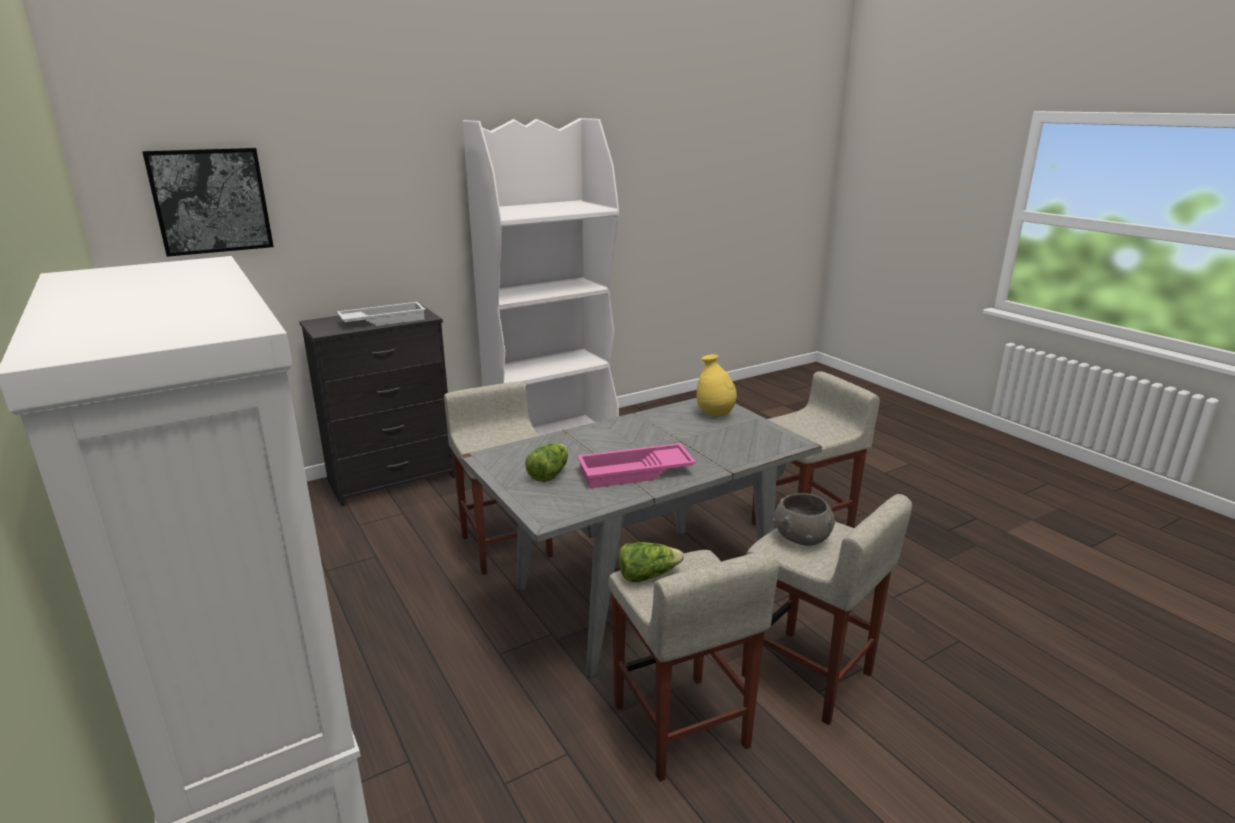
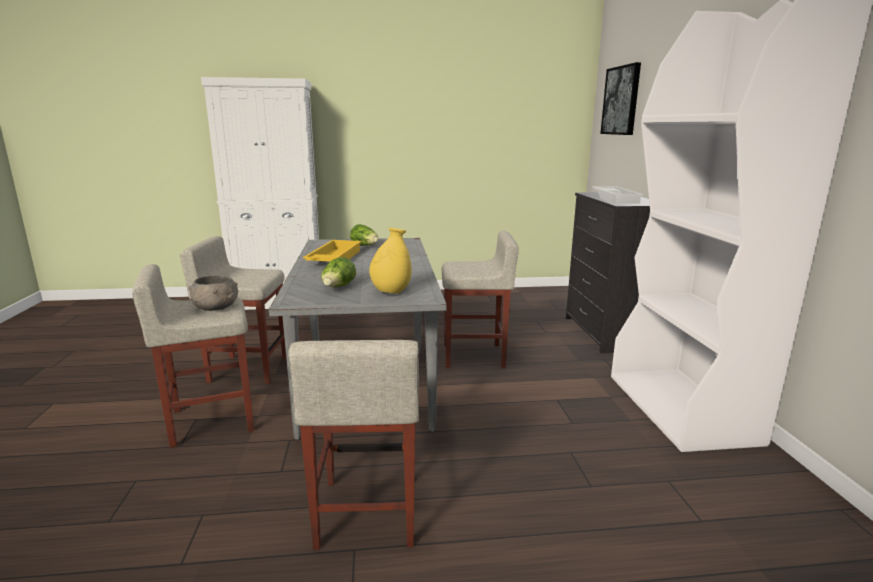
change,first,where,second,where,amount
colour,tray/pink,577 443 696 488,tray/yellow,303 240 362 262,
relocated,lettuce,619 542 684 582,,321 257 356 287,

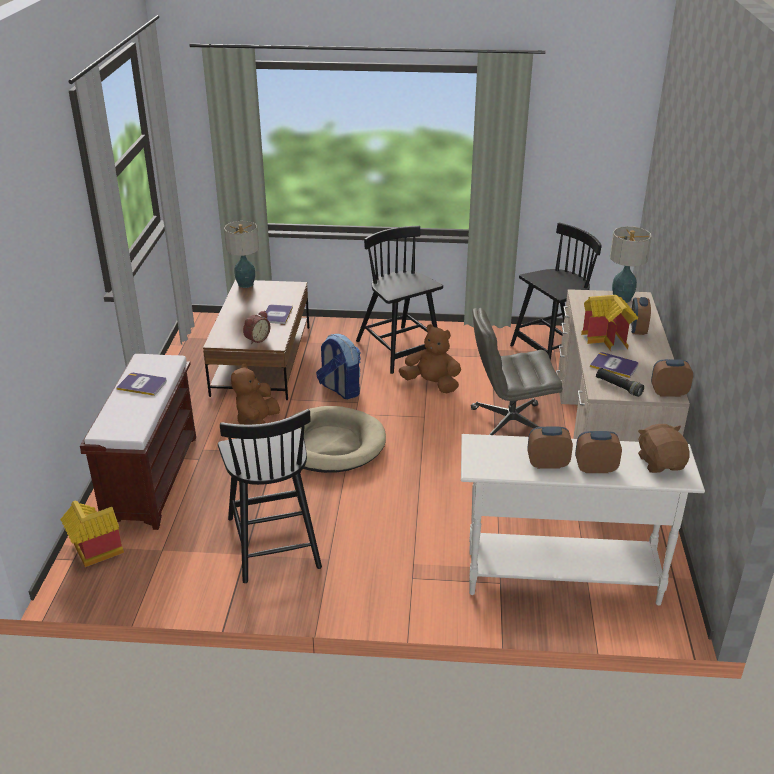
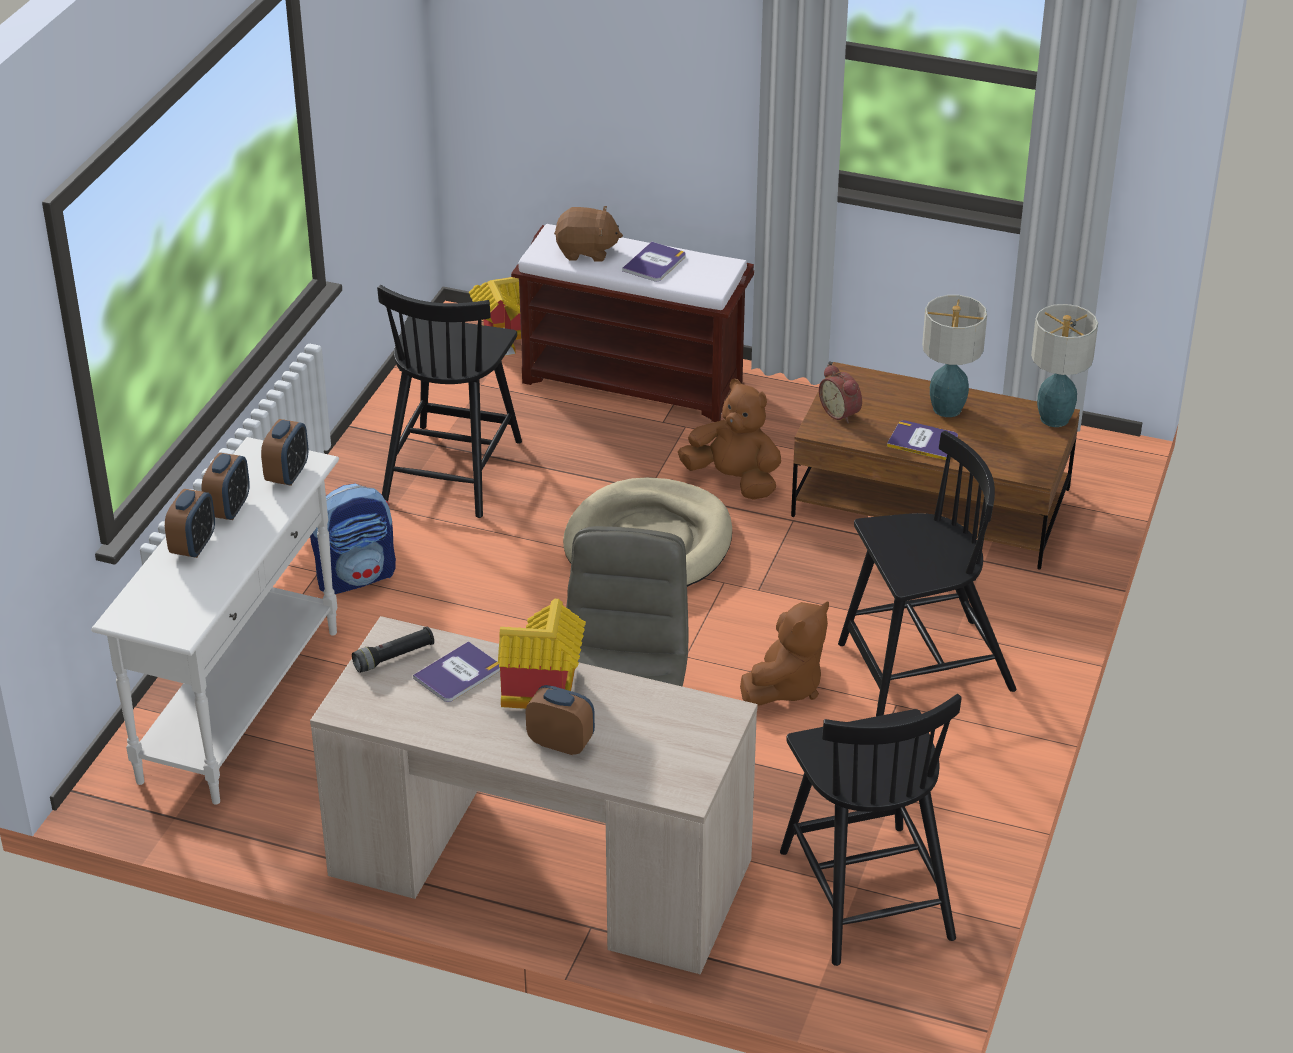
change,first,where,second,where,amount
relocated,table lamp,610 226 652 303,,922 295 987 417,
relocated,backpack,316 334 361 399,,310 484 396 594,
relocated,alarm clock,651 359 693 397,,261 419 308 486,
spun,chair/black,218 409 322 583,,377 285 522 518,75 degrees counterclockwise
relocated,plush toy/brown,638 424 690 473,,554 206 623 262,

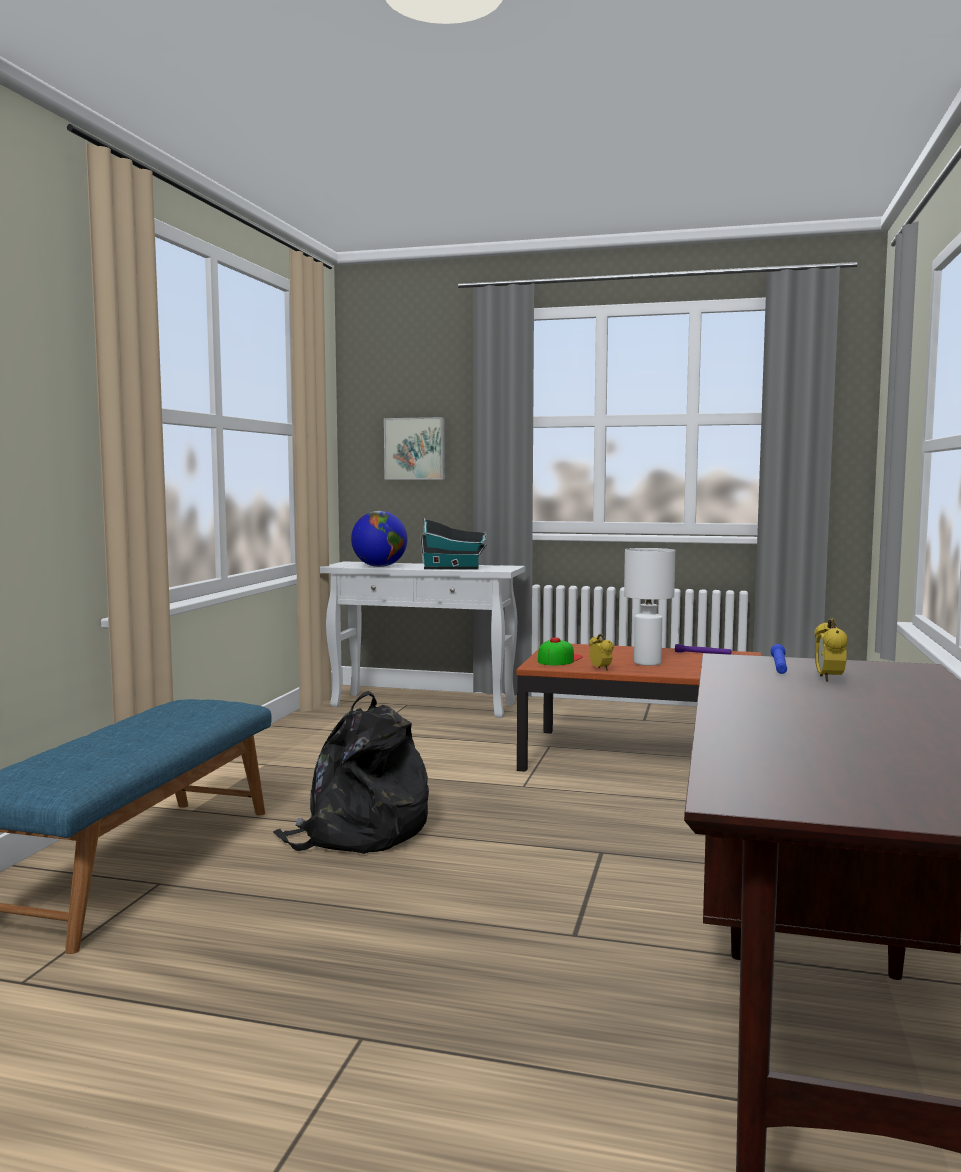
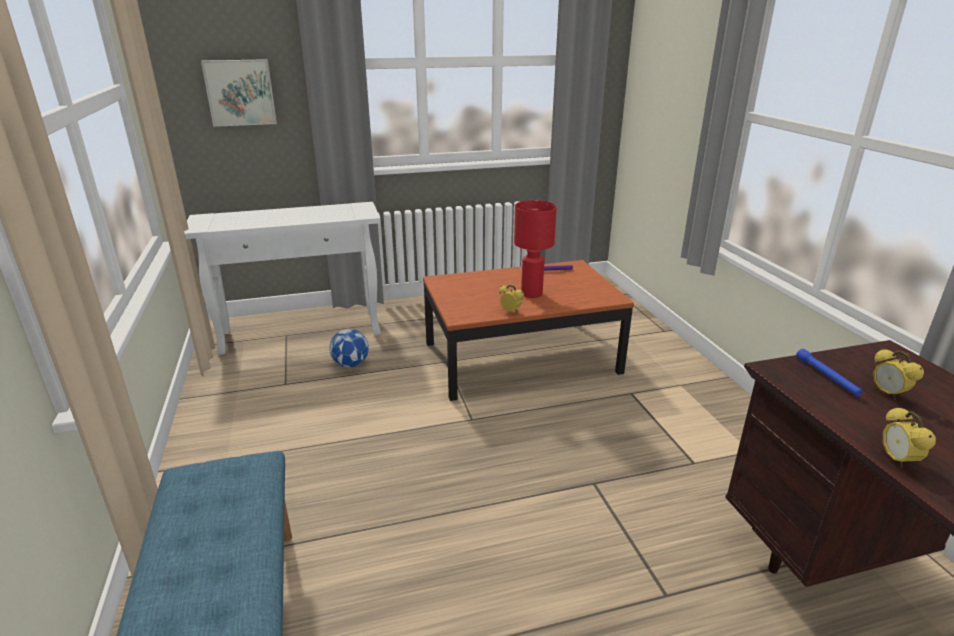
change,first,where,second,where,amount
missing,globe,351 511 408 567,,,
missing,toy house,420 518 487 570,,,
colour,table lamp/white,624 548 675 666,table lamp/red,514 200 557 298,
missing,cap,538 637 583 665,,,
missing,backpack/black,273 691 429 854,,,
appeared,,,football,329 329 369 367,
appeared,,,alarm clock,883 407 936 469,

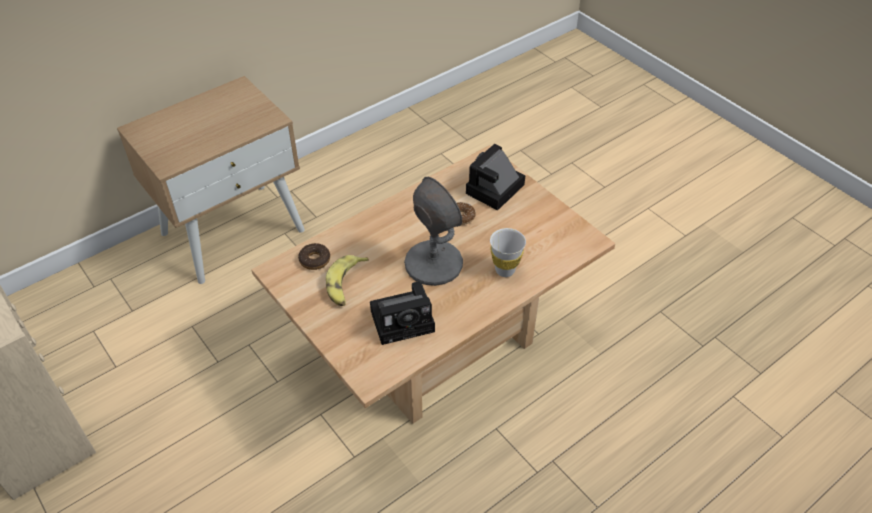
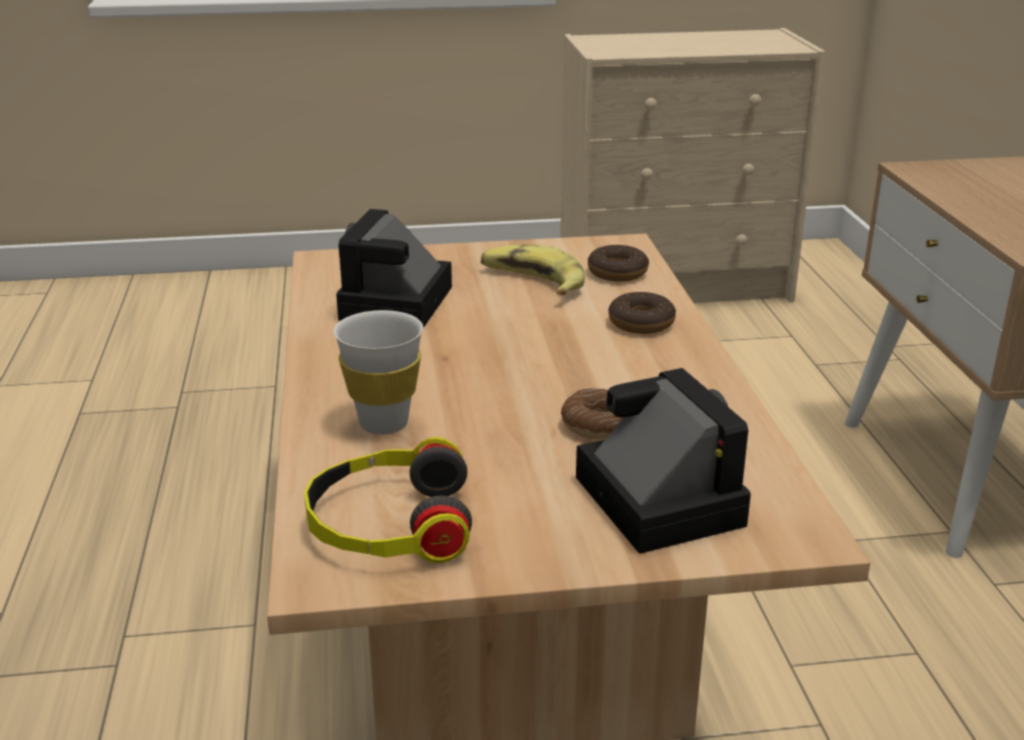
change,first,where,second,where,amount
missing,table lamp/grey,404 177 463 286,,,
appeared,,,donut,608 292 676 334,
appeared,,,headphones,304 437 472 563,

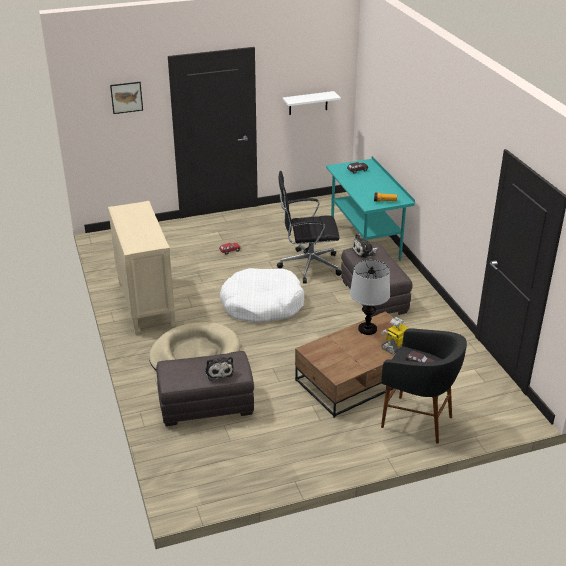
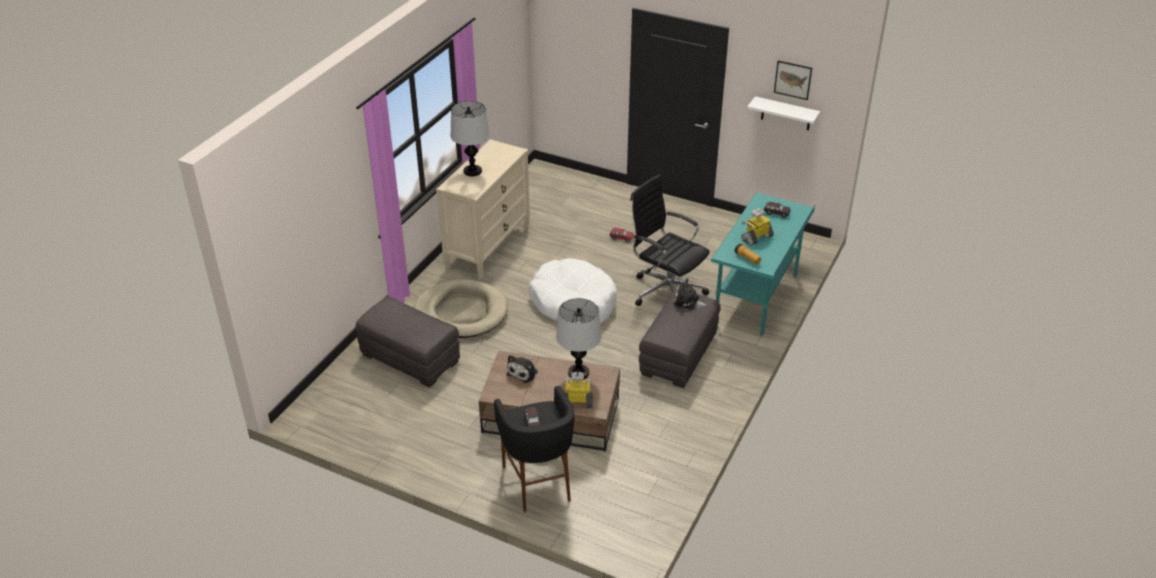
change,first,where,second,where,amount
relocated,picture,110 82 143 114,,774 60 812 100,
relocated,plush toy,205 357 234 381,,507 355 538 383,
appeared,,,table lamp,450 101 490 176,
appeared,,,toy robot,741 208 774 246,

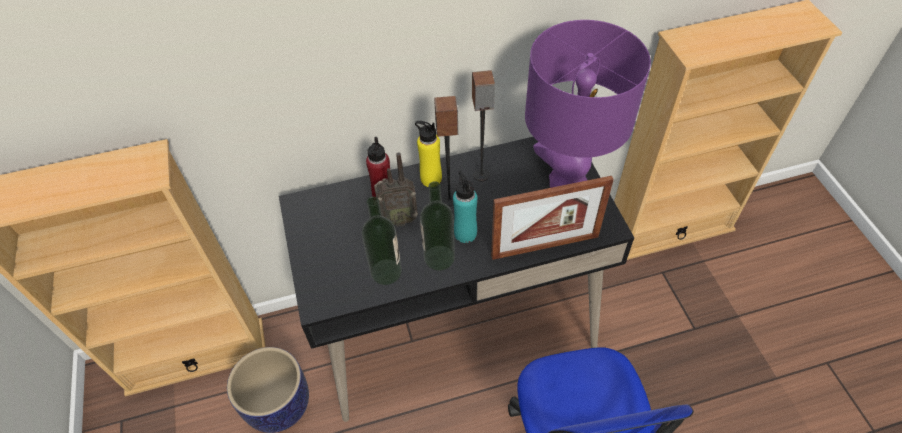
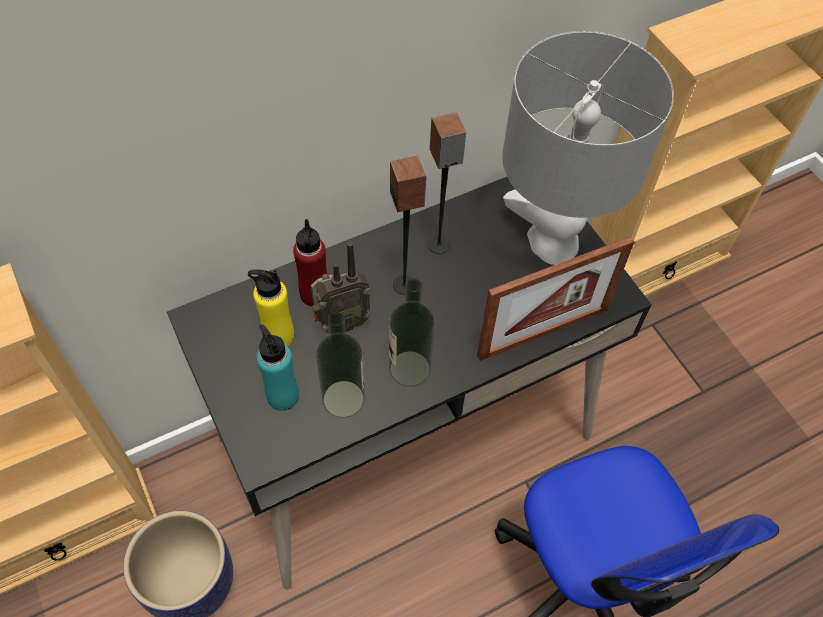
change,first,where,second,where,amount
colour,table lamp/purple,525 20 651 188,table lamp/grey,502 31 674 265,
relocated,bottle/yellow,415 121 442 187,,248 270 294 346,
relocated,bottle/turquoise,453 171 477 243,,257 324 299 411,

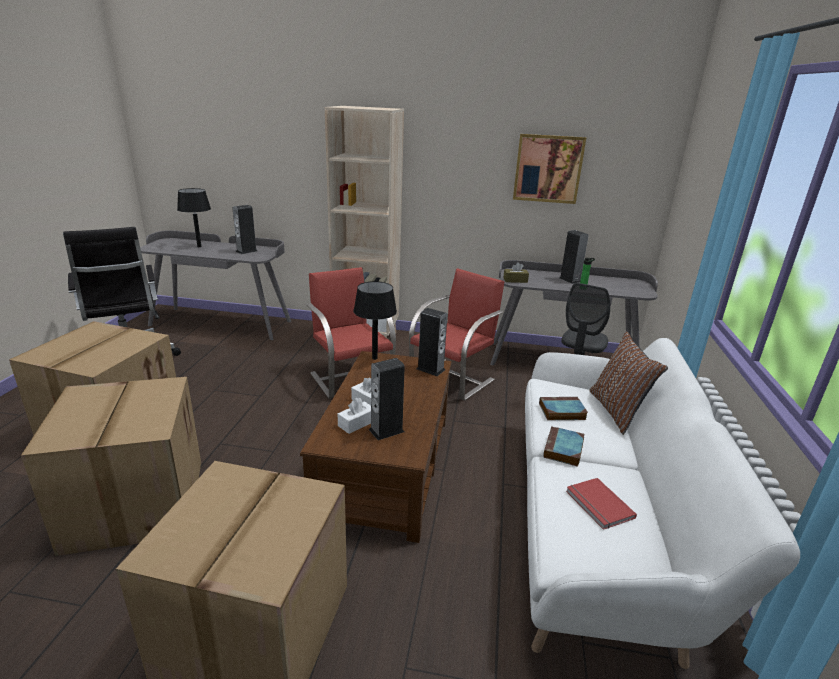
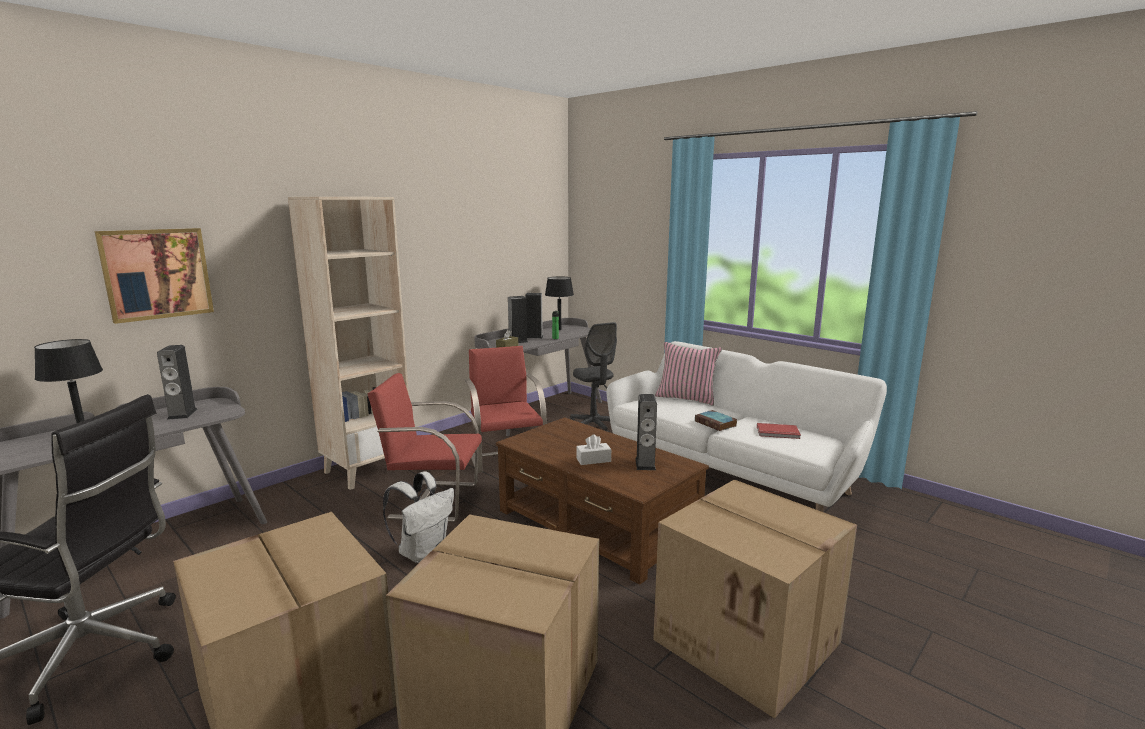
change,first,where,second,where,amount
relocated,picture,513 134 586 204,,95 228 214 324,
relocated,table lamp/black,353 281 397 360,,545 276 574 330,
relocated,speaker,417 308 447 376,,508 296 528 343,
colour,pillow/brown,589 331 668 435,pillow/pink,655 342 722 406,
missing,tissue box/white,338 397 371 434,,,
missing,book,539 397 588 420,,,
appeared,,,backpack/white,383 471 454 563,

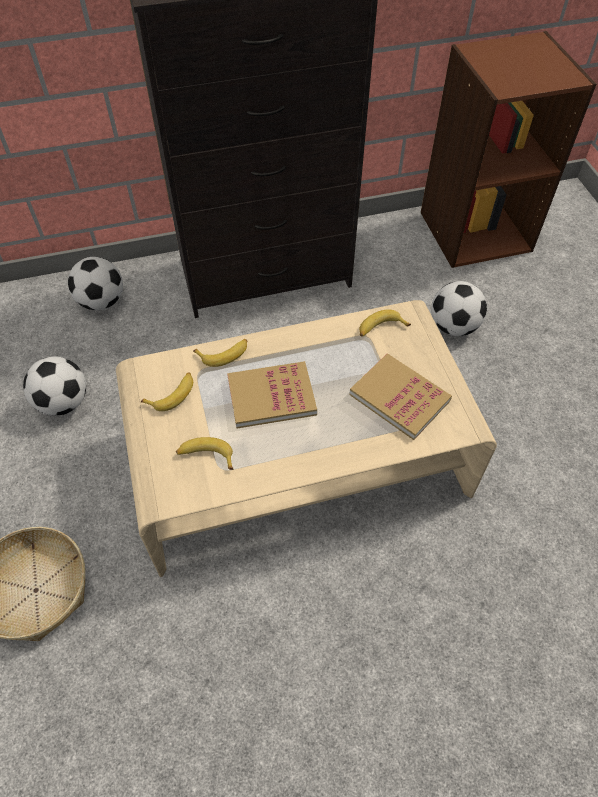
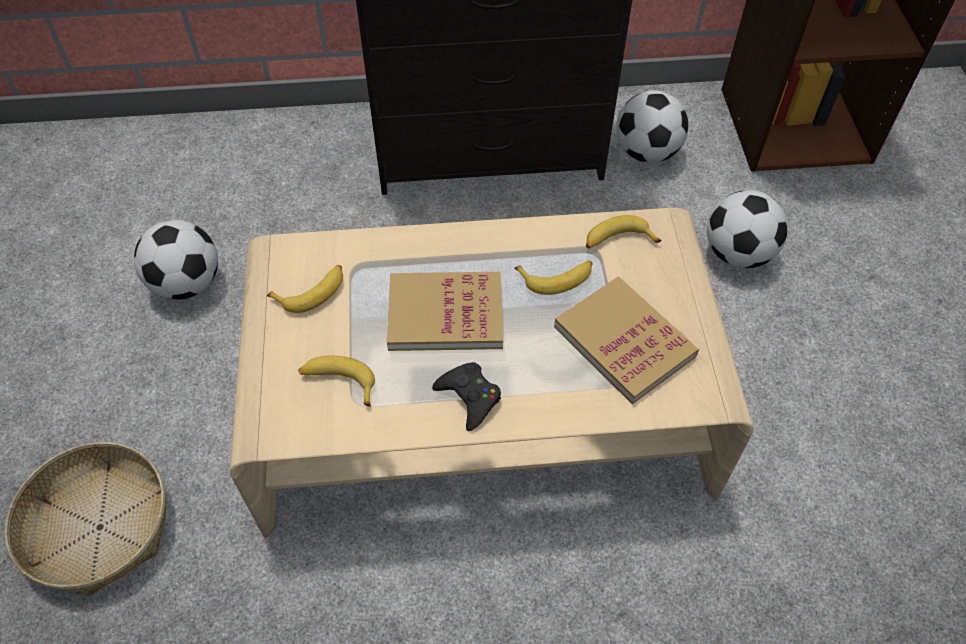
change,first,where,second,where,amount
relocated,football,68 257 123 310,,616 90 688 163,
relocated,banana,193 339 247 367,,514 260 593 295,
appeared,,,game controller/black,432 362 501 431,

